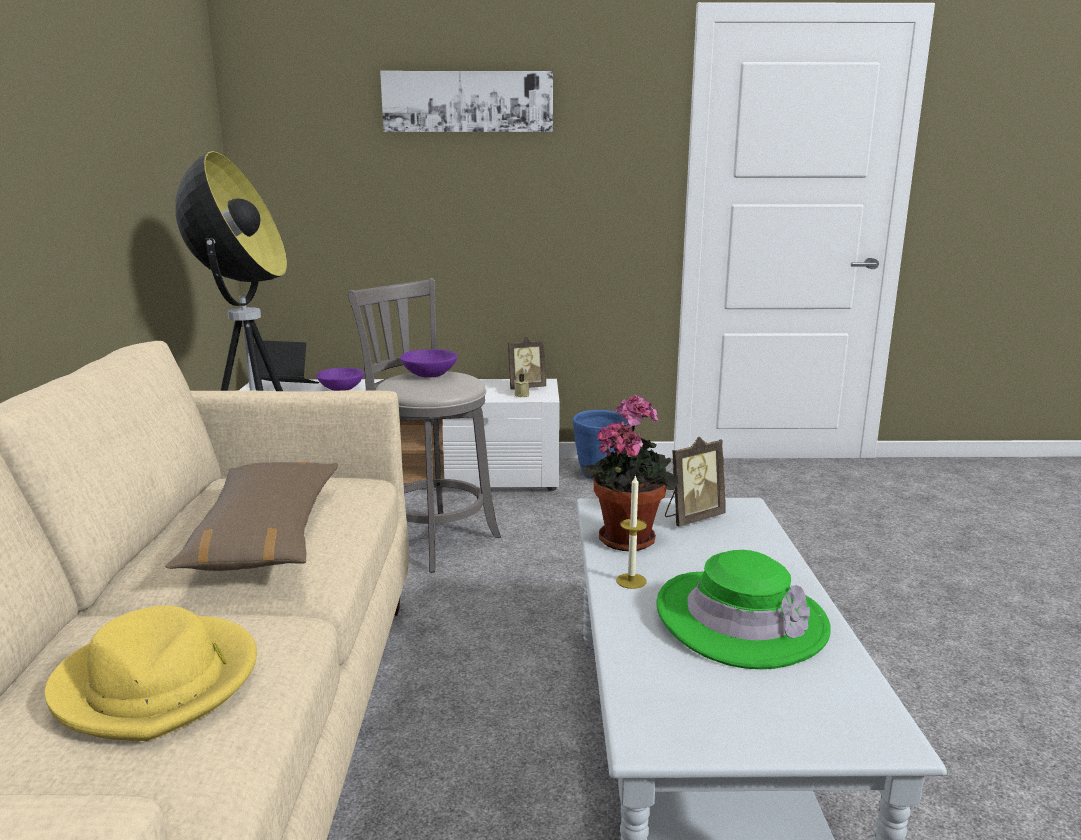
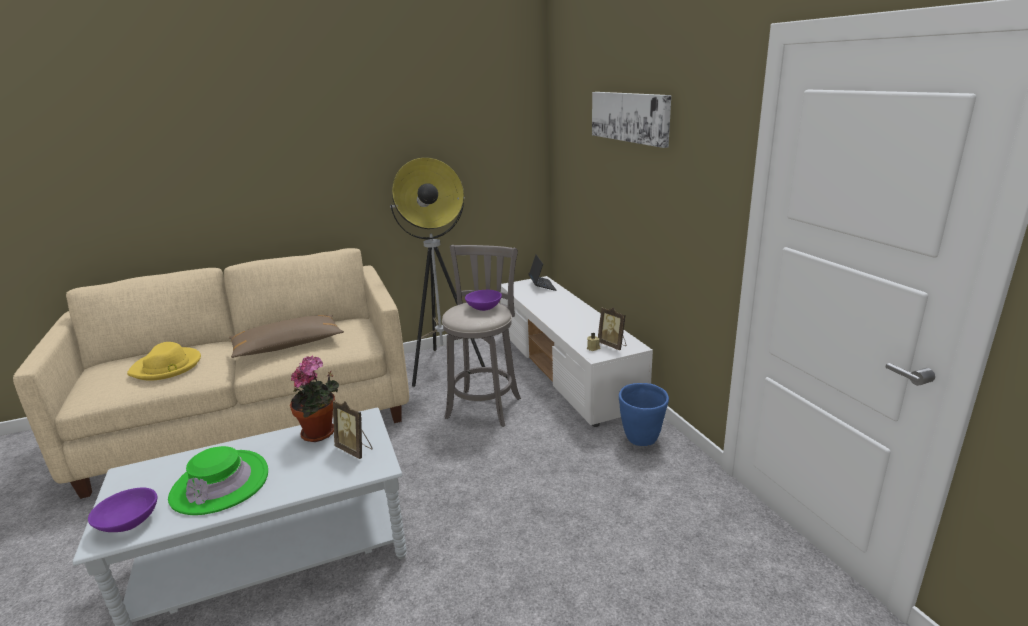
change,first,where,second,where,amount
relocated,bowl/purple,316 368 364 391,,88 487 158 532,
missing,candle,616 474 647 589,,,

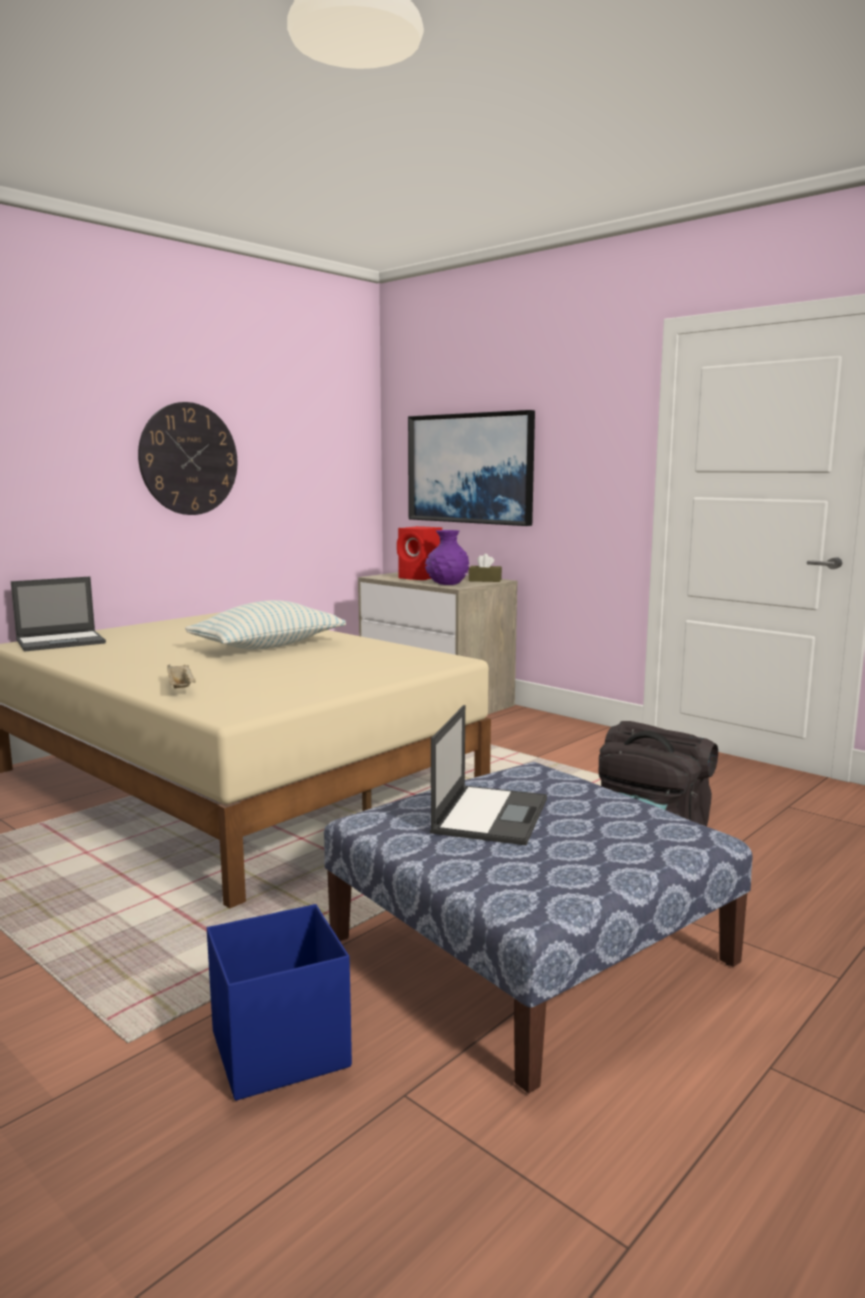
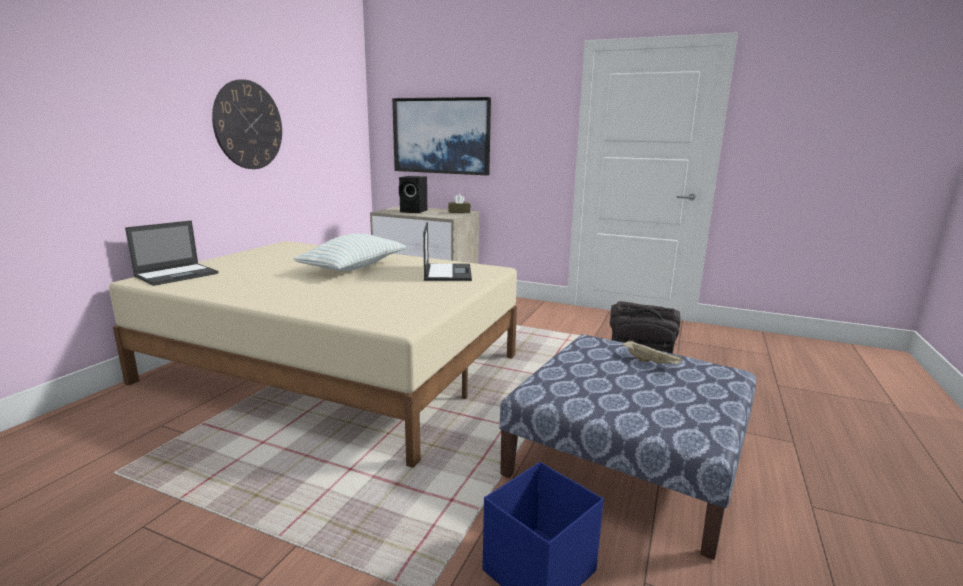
change,first,where,second,where,amount
colour,speaker/red,397 526 442 580,speaker/black,399 176 427 213,
missing,vase/purple,425 530 469 585,,,
relocated,tray/beige,167 664 196 688,,621 340 682 364,
relocated,laptop,430 705 547 845,,423 222 472 281,

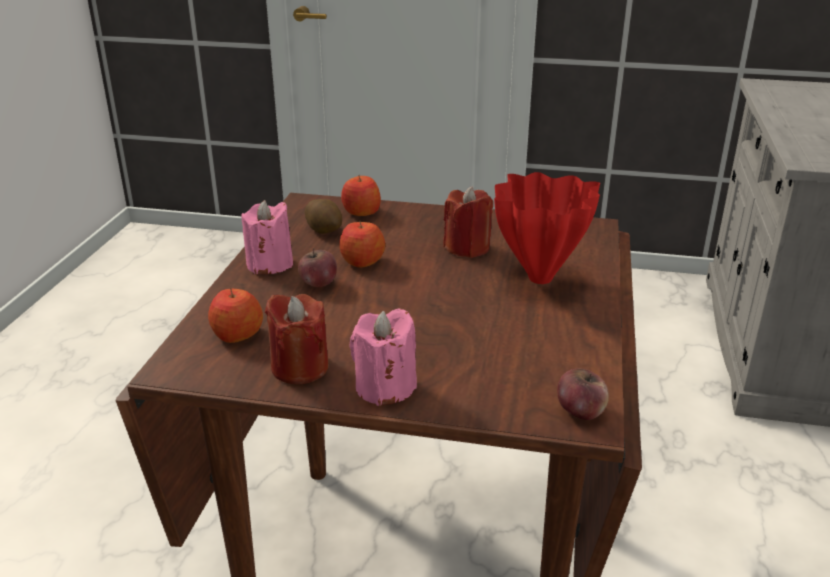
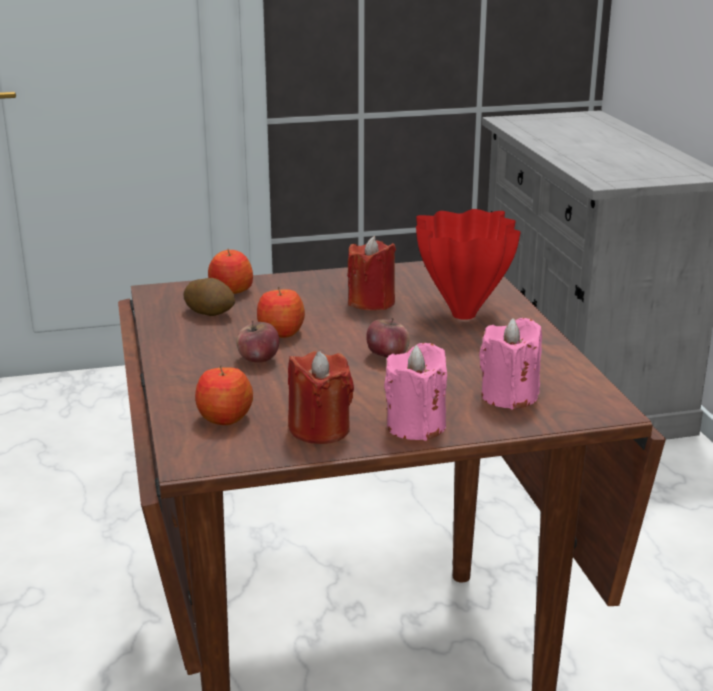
change,first,where,second,where,amount
relocated,candle/pink,241 200 293 274,,479 318 542 410,
relocated,apple,557 368 609 420,,366 318 410 358,

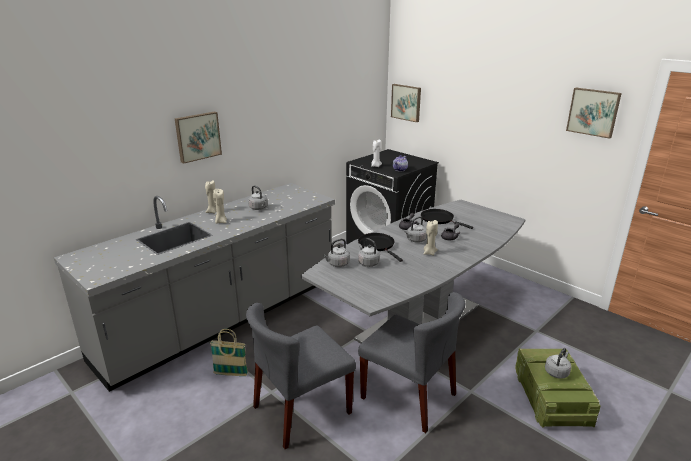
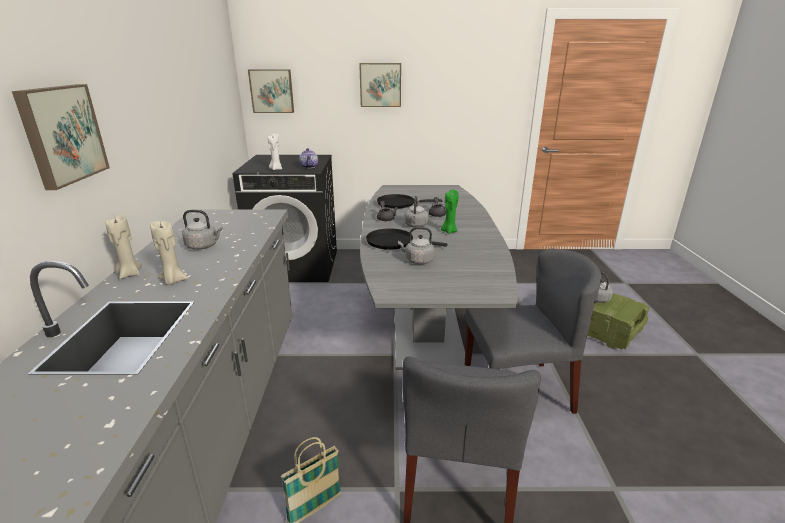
change,first,where,second,where,amount
relocated,picture,566 88 622 139,,359 63 401 107,
colour,candle/beige,424 220 438 256,candle/green,441 190 459 234,
missing,kettle/grey,323 239 350 267,,,

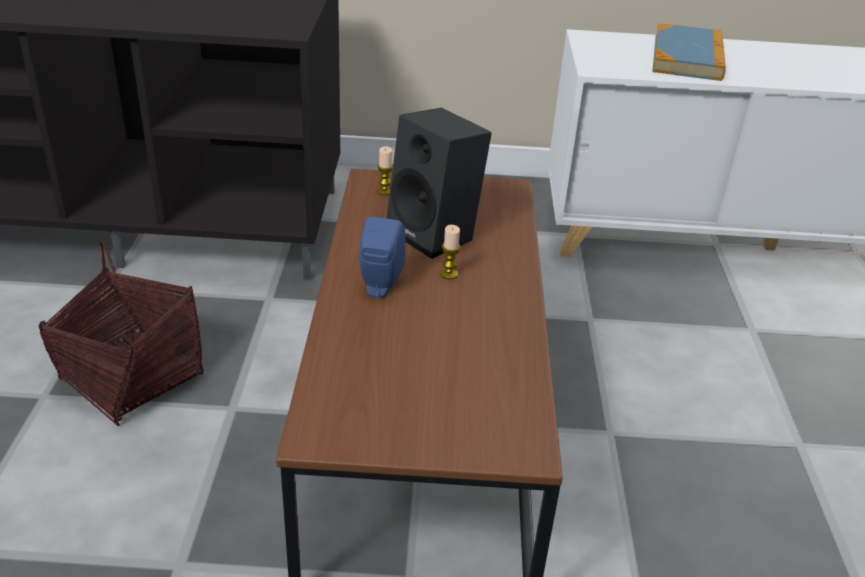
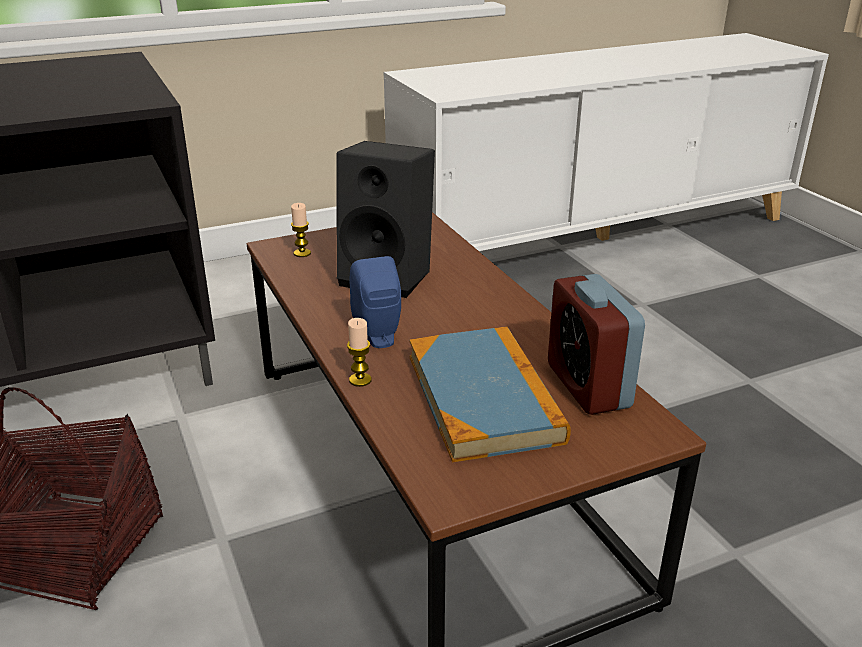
change,first,where,second,where,amount
relocated,book,652 24 726 81,,409 326 571 462,
relocated,candle,440 225 461 279,,347 318 372 387,
appeared,,,alarm clock,548 274 645 415,

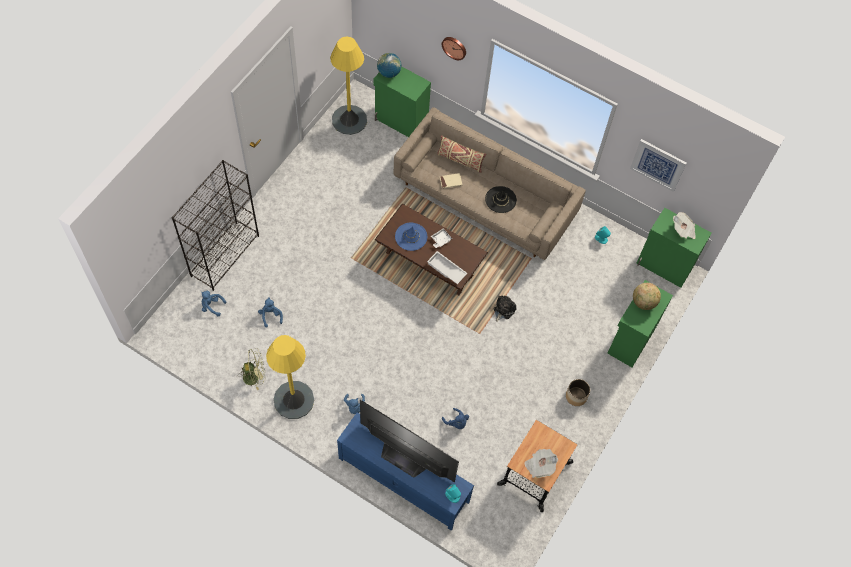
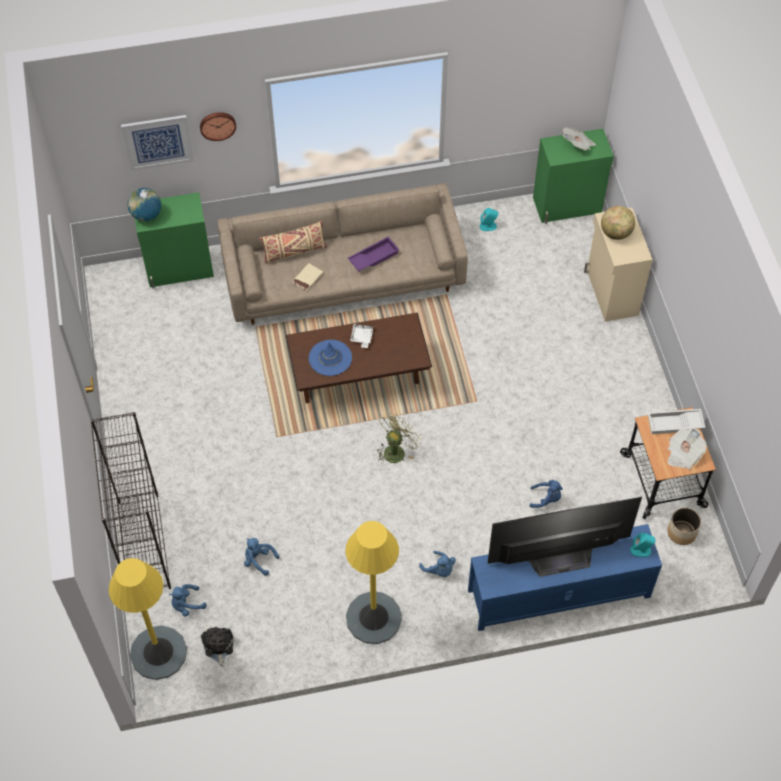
change,first,where,second,where,amount
relocated,floor lamp/yellow,330 37 367 135,,109 558 187 680,
relocated,picture,630 139 686 192,,121 115 194 171,
exchanged,hat/black,485 186 517 213,tray/purple,348 237 399 272,
relocated,tray/white,427 251 468 284,,648 409 705 434,
colour,cabinet/green,607 280 673 367,cabinet/beige,584 207 652 322,
relocated,plush toy,494 296 517 322,,201 627 234 667,
relocated,fan/green,238 348 265 390,,377 412 422 463,
relocated,planter,566 379 590 406,,667 508 701 545,

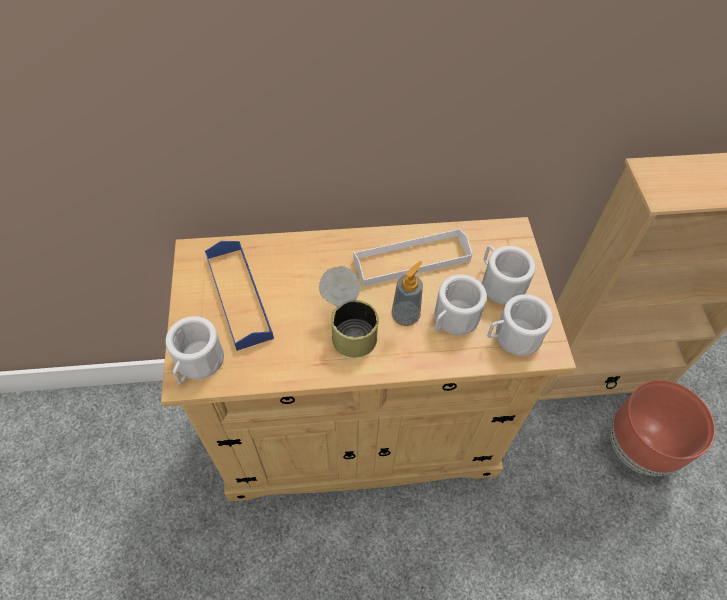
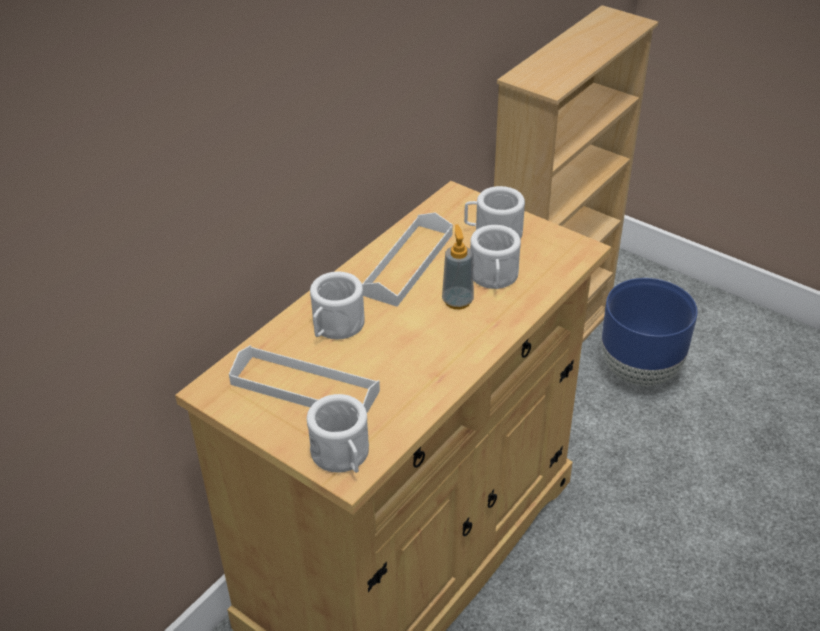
change,first,where,second,where,amount
colour,tray/blue,205 241 274 351,tray/white,229 345 380 413,
missing,can,319 266 379 358,,,
relocated,mug/white,487 294 553 356,,310 272 365 339,
colour,planter/brown,610 380 715 476,planter/blue,601 278 698 386,

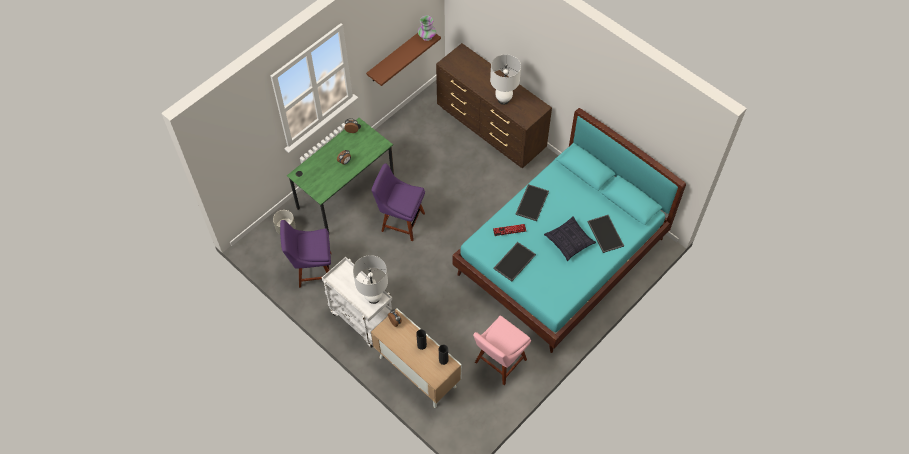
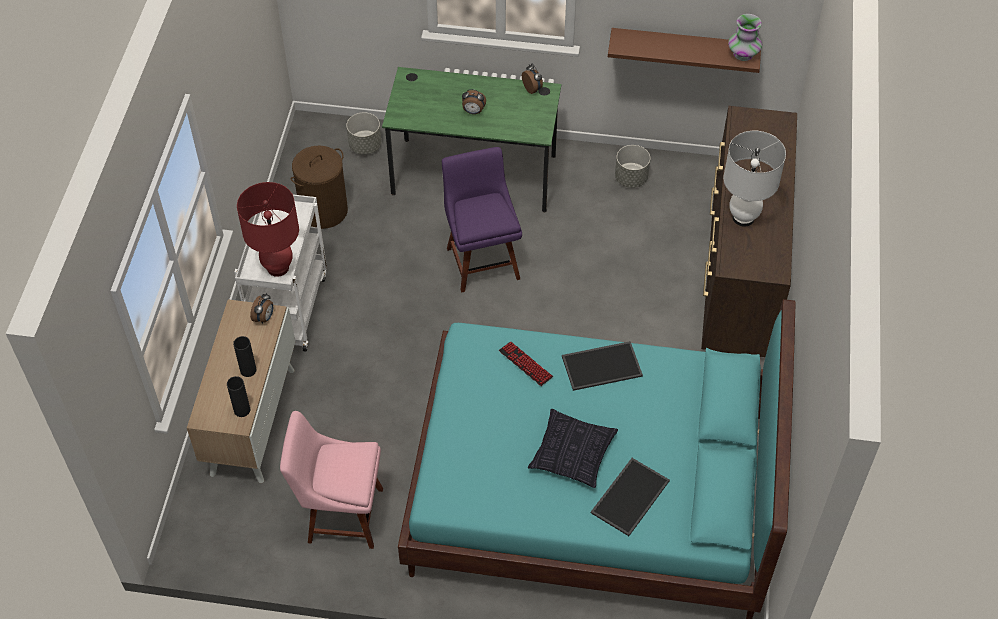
change,first,where,second,where,amount
exchanged,chair/purple,280 220 331 288,laundry basket/brown,290 145 348 229,
missing,tray,493 242 536 281,,,
colour,table lamp/white,353 255 388 304,table lamp/red,237 182 299 277,
appeared,,,planter/grey,615 145 650 188,

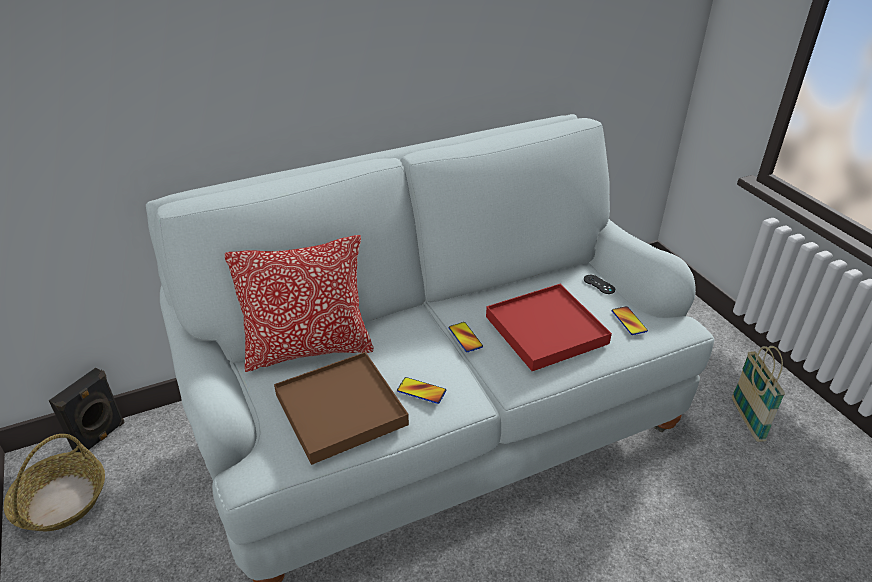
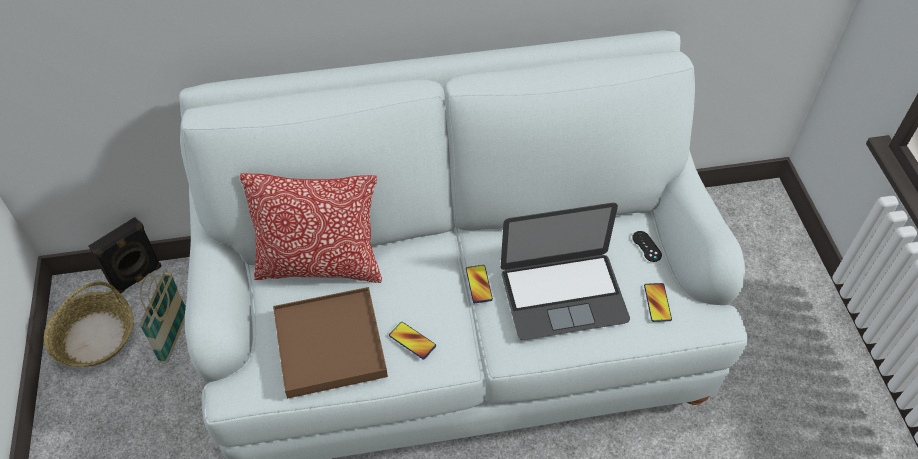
change,first,where,second,where,amount
exchanged,tray/red,486 284 612 371,laptop,501 203 630 340,
relocated,basket,732 346 785 442,,140 272 186 364,

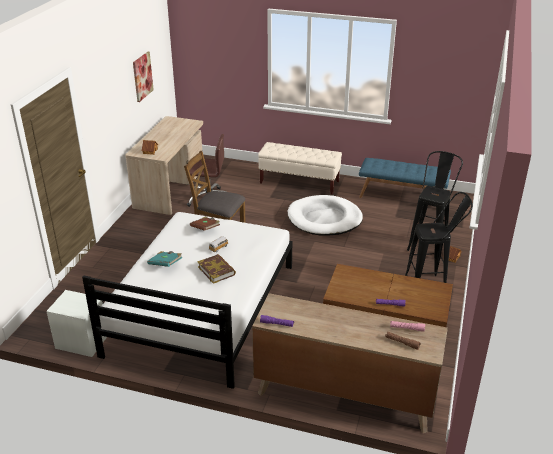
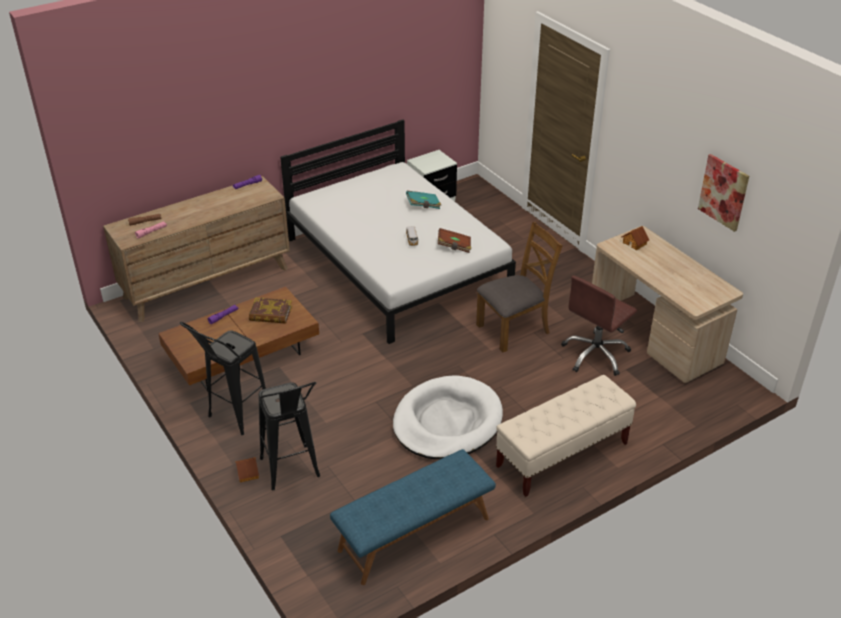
change,first,where,second,where,amount
relocated,book,197 254 236 284,,249 298 292 324,

